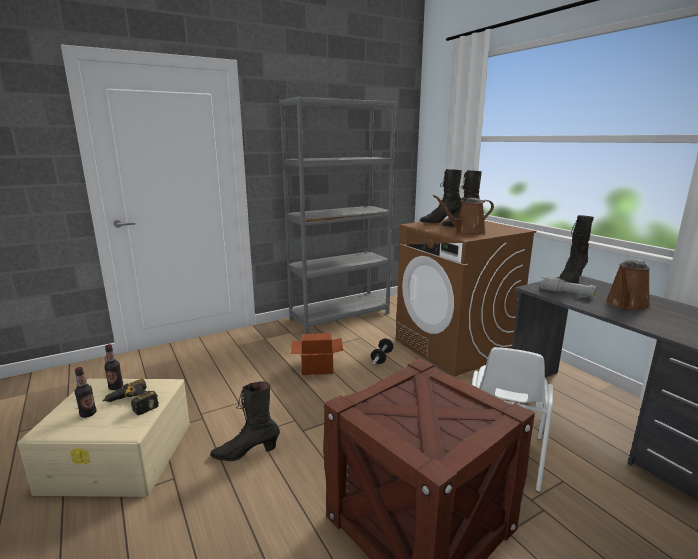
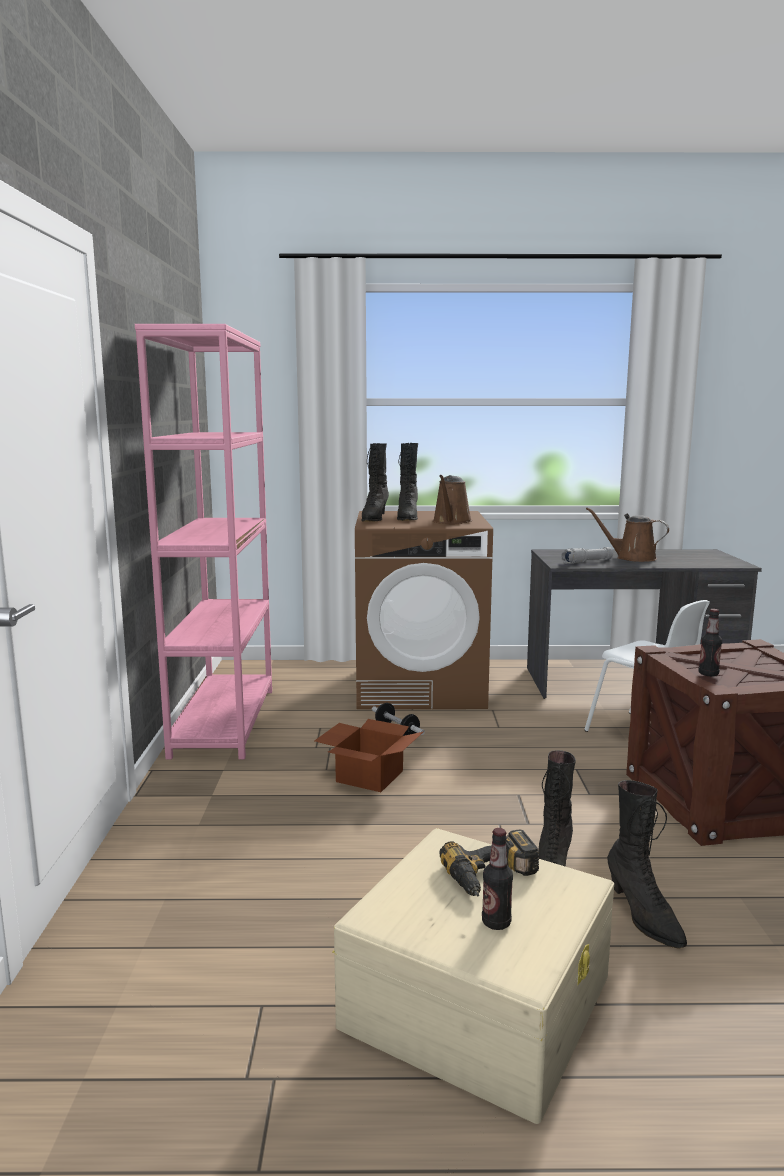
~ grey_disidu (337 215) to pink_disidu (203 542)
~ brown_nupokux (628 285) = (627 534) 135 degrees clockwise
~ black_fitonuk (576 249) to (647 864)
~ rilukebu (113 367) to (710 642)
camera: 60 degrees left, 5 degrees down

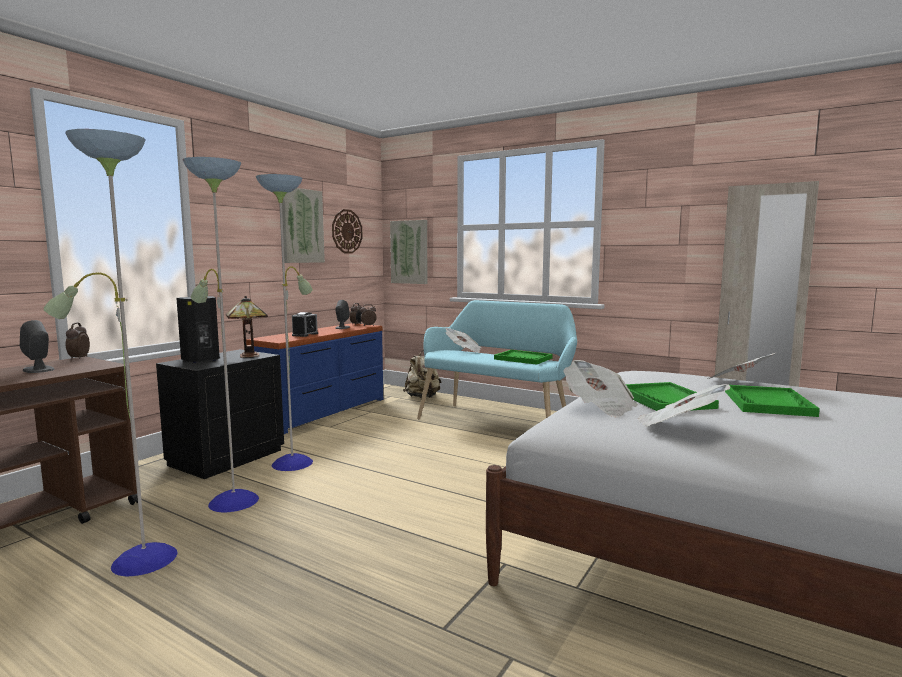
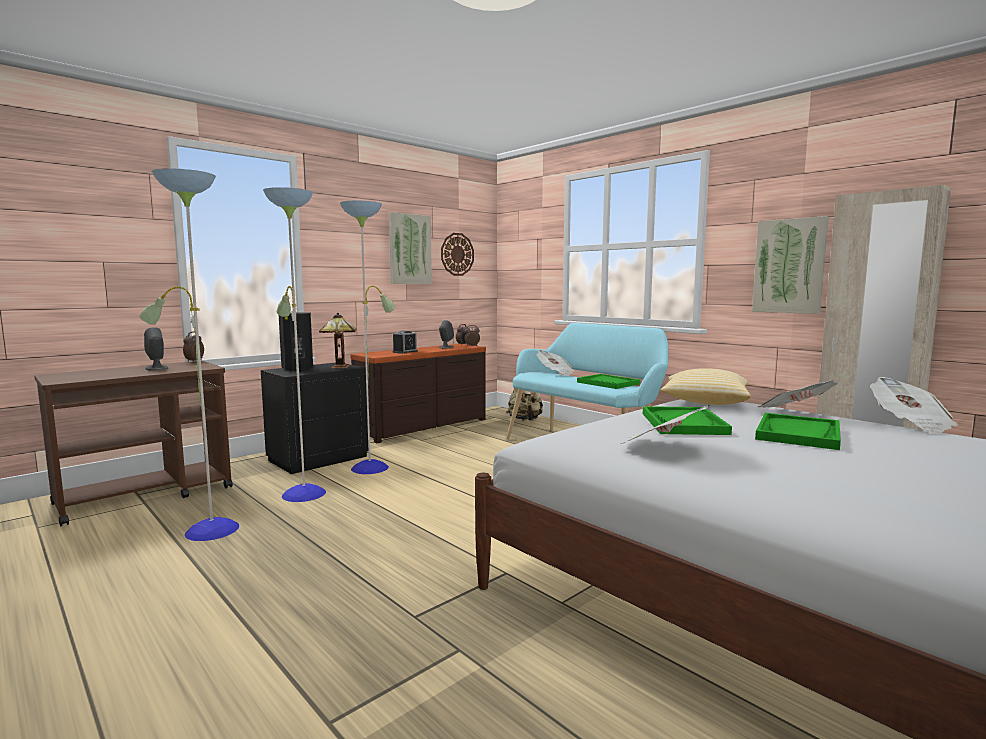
~ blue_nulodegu (314 378) to brown_nulodegu (418 393)
+ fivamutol (705 386)
~ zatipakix (409 252) to (790 265)
~ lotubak (600 388) to (914 405)
camera: 15 degrees right, 0 degrees up

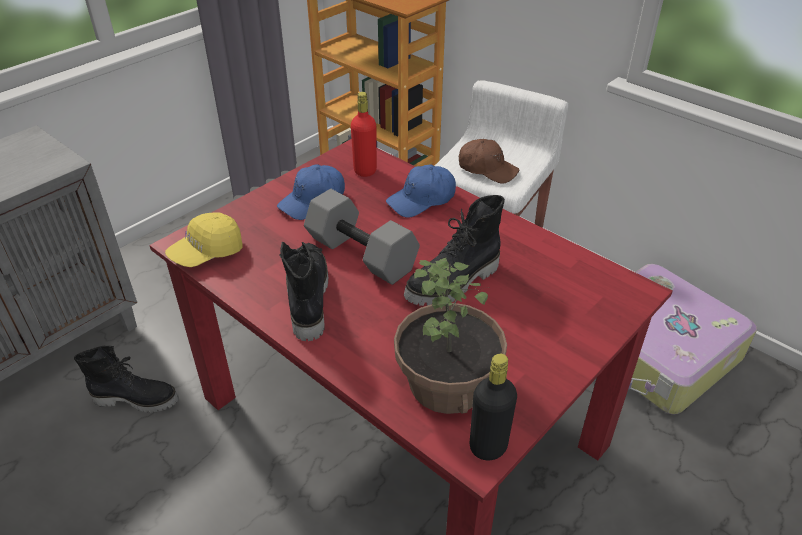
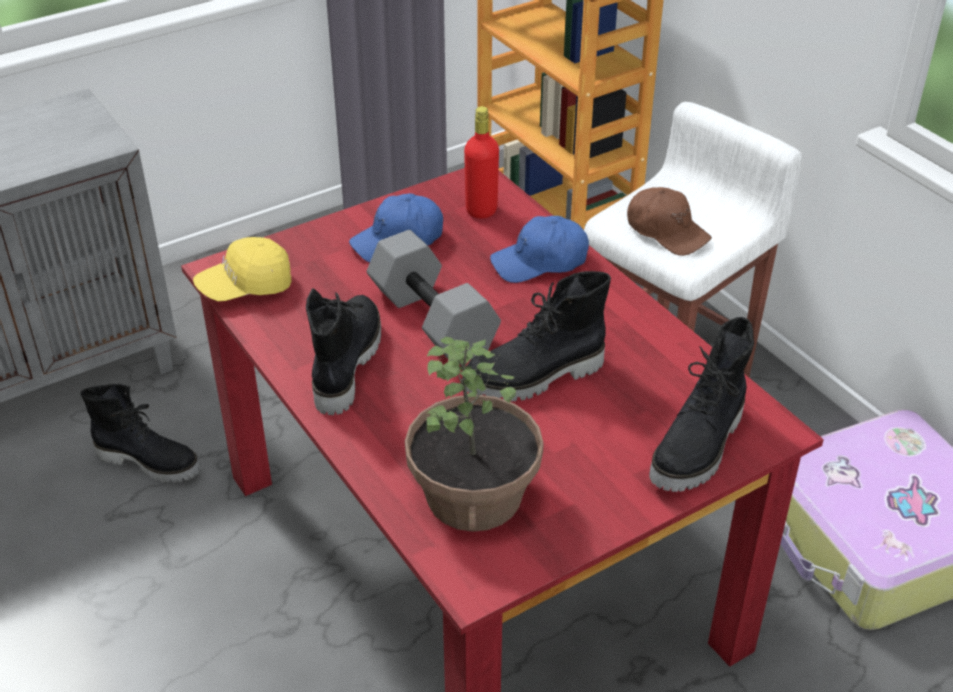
+ black_fitonuk (701 404)
- black_rilukebu (493 407)
camera: 15 degrees right, 0 degrees up

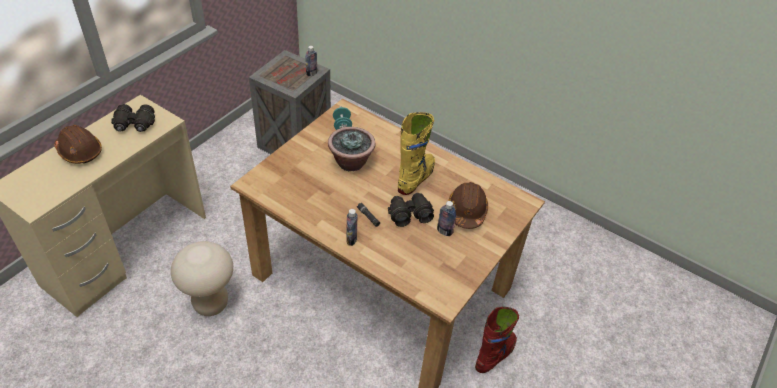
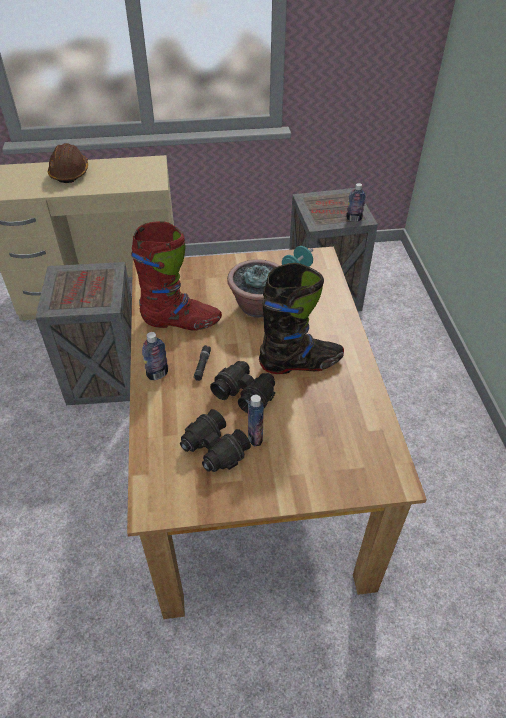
~ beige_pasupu (202 278) to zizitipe (83 333)
~ red_fitonuk (497 340) to (176 276)
~ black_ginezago (133 118) to (215 440)
~ yellow_fitonuk (416 153) to black_fitonuk (301 318)
- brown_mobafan (468 205)
camera: 50 degrees right, 0 degrees up

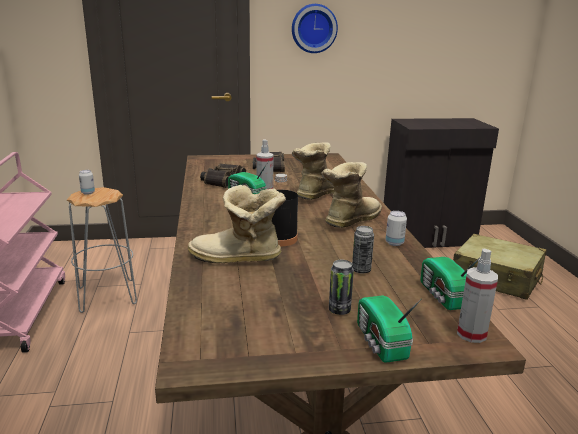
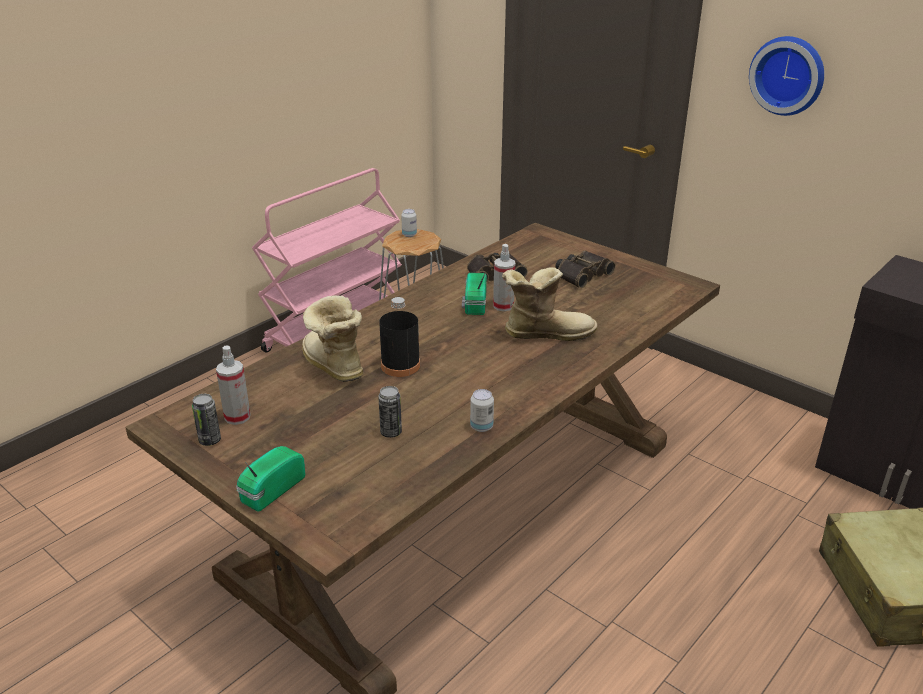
~ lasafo (341 287) to (206 420)
~ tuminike (477 296) to (233 385)
- fitonuk (351 195)
- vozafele (450 283)
camera: 50 degrees right, 10 degrees up

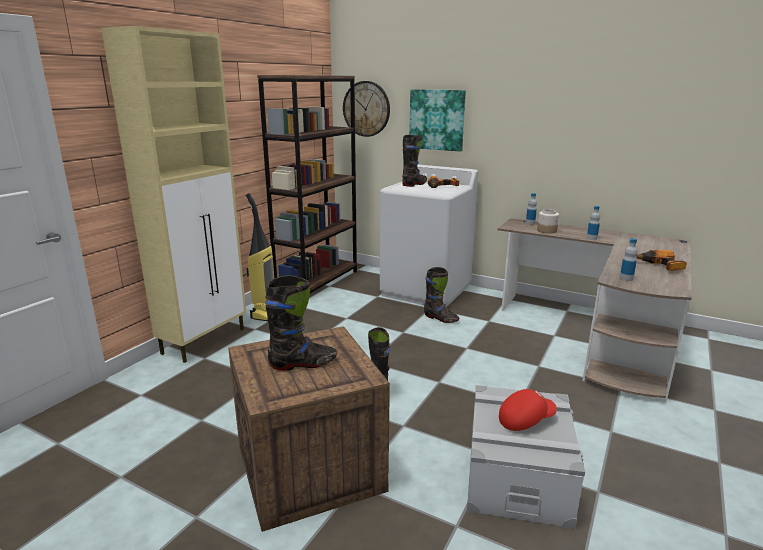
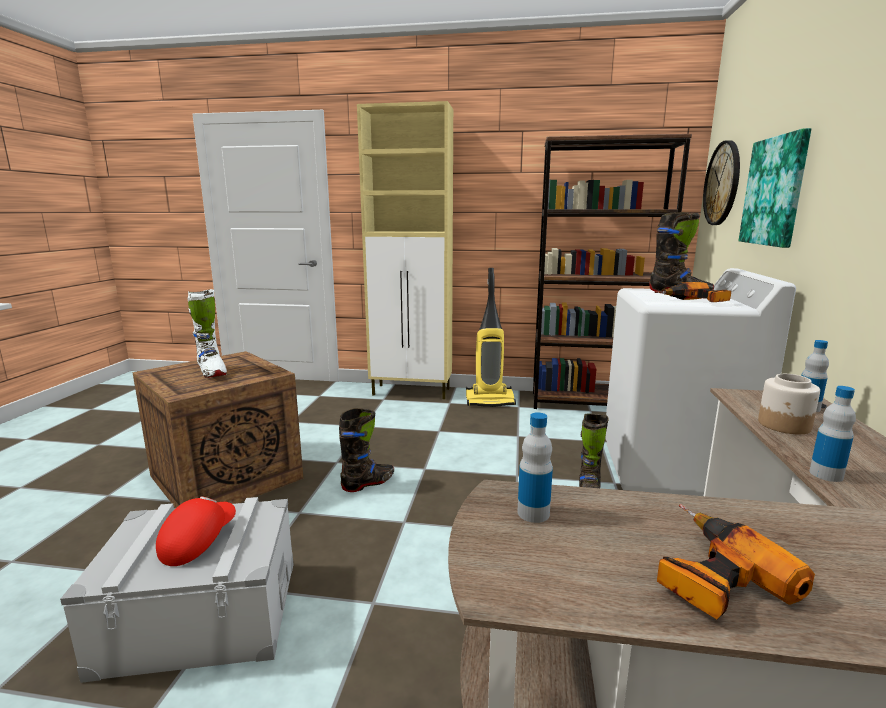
~ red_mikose (528 410) = (196 531) 120 degrees counterclockwise
~ black_fitonuk (301 323) to white_fitonuk (207 333)
camera: 70 degrees right, 5 degrees down

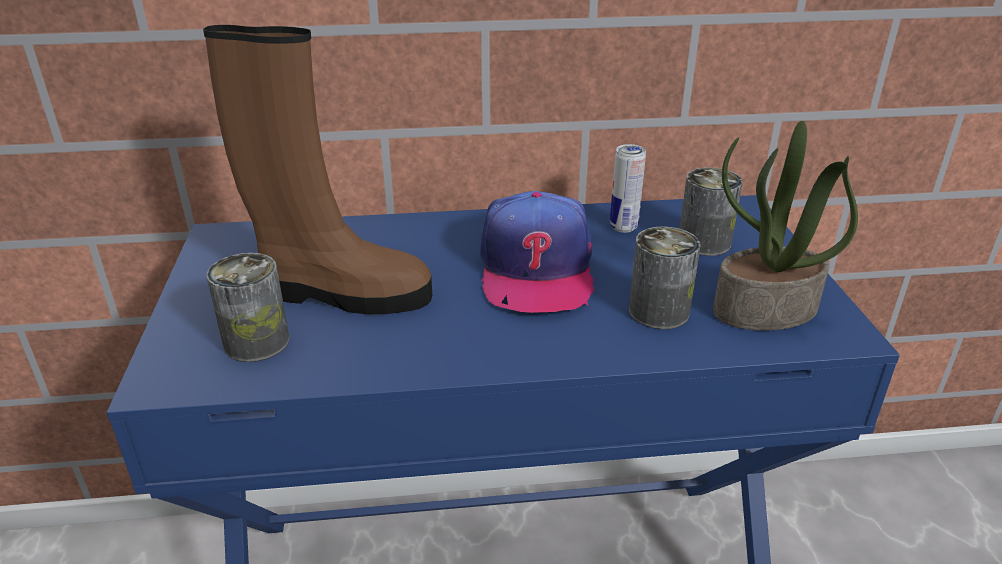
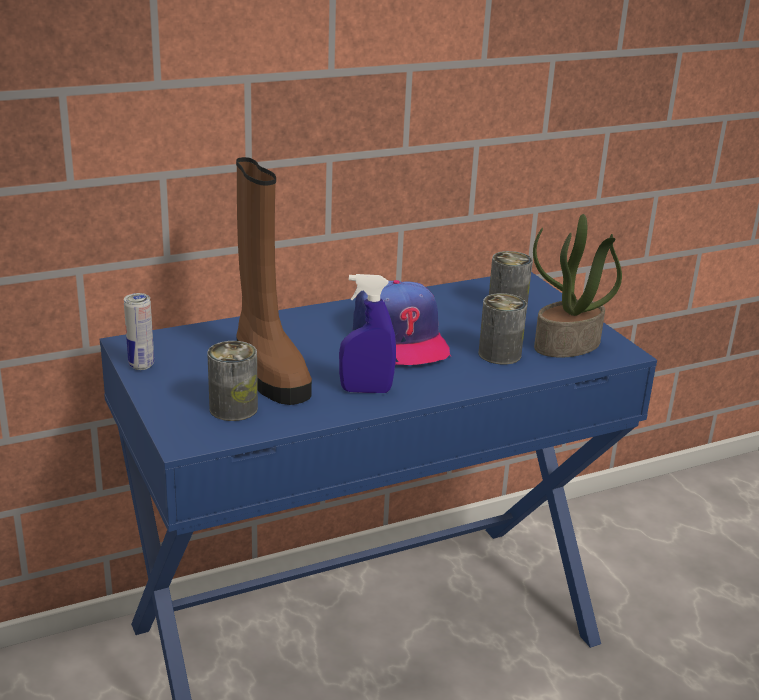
~ lasafo (628 188) to (139 331)
~ brown_fitonuk (317 169) = (274 281) 75 degrees clockwise
+ blue_tuminike (367 333)
camera: 20 degrees left, 5 degrees down

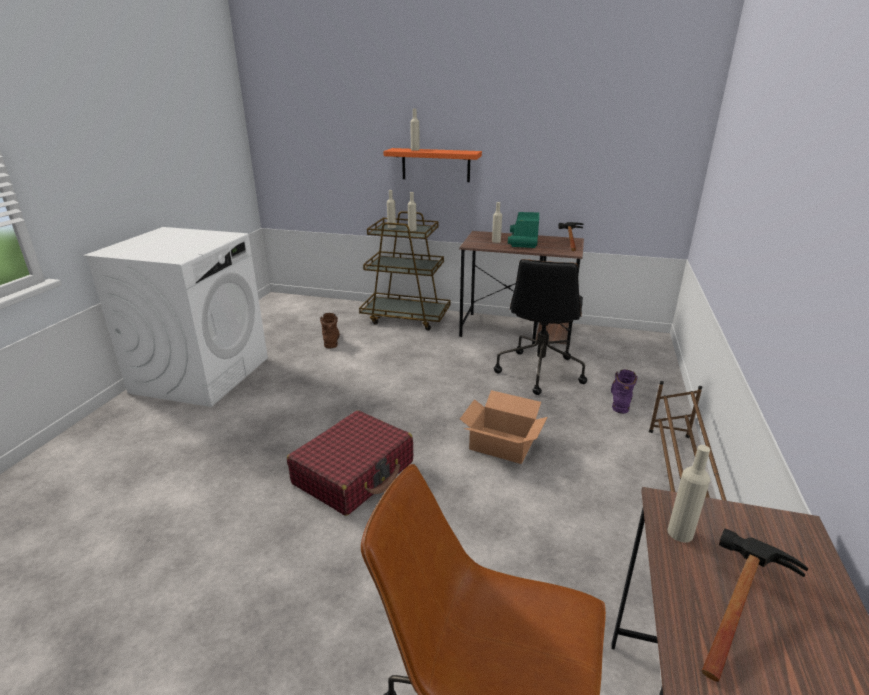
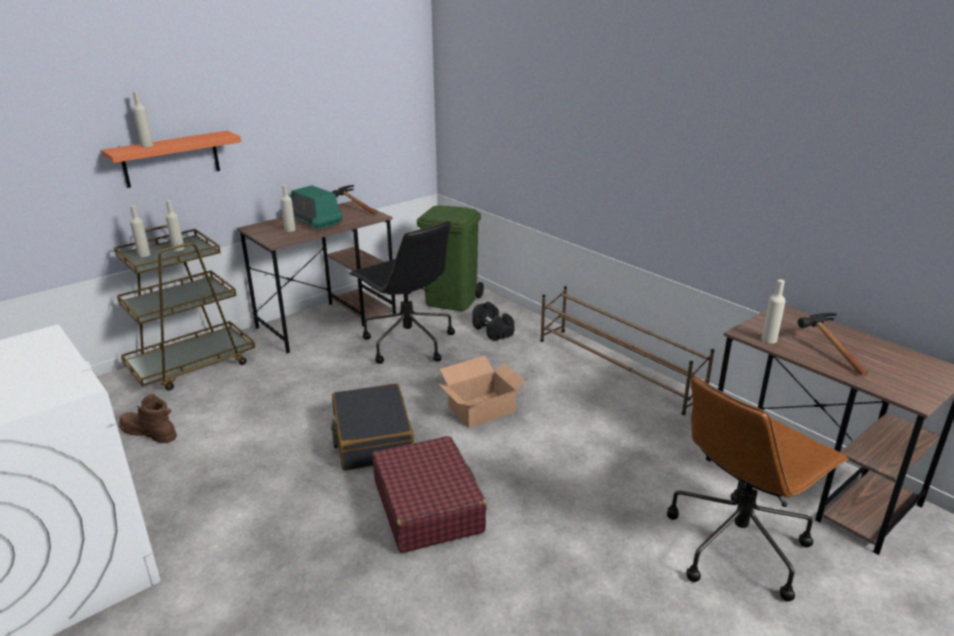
+ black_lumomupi (372 427)
+ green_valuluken (450 258)
~ purple_fitonuk (624 391) to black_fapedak (493 321)
camera: 55 degrees left, 0 degrees up

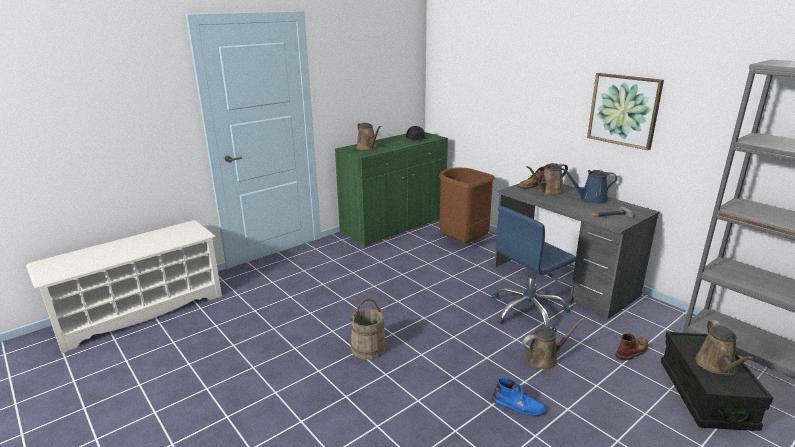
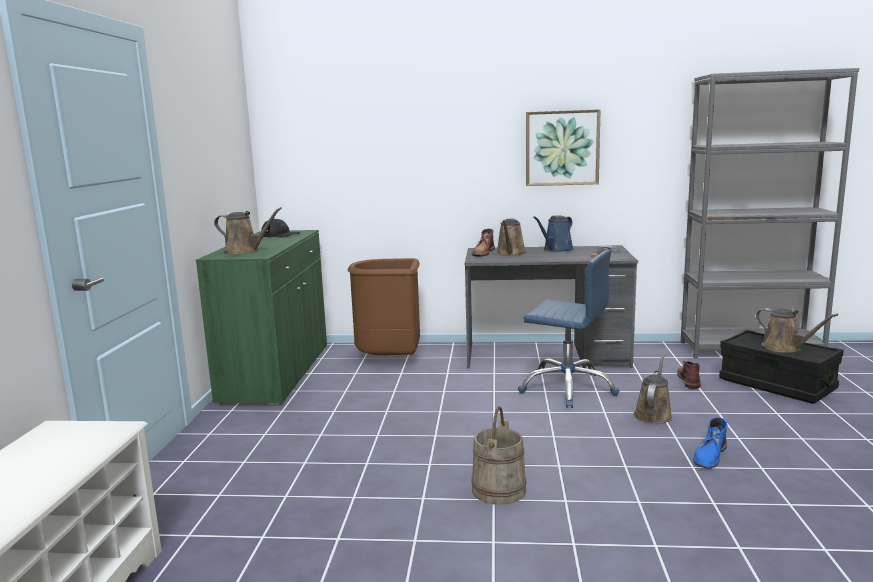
~ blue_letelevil (534 268) = (569 328) 75 degrees counterclockwise
~ blue_fitonuk (519 397) = (710 443) 150 degrees clockwise
camera: 45 degrees left, 10 degrees down

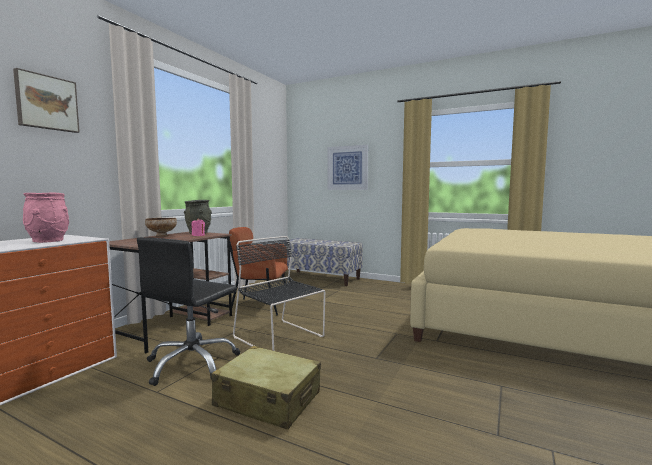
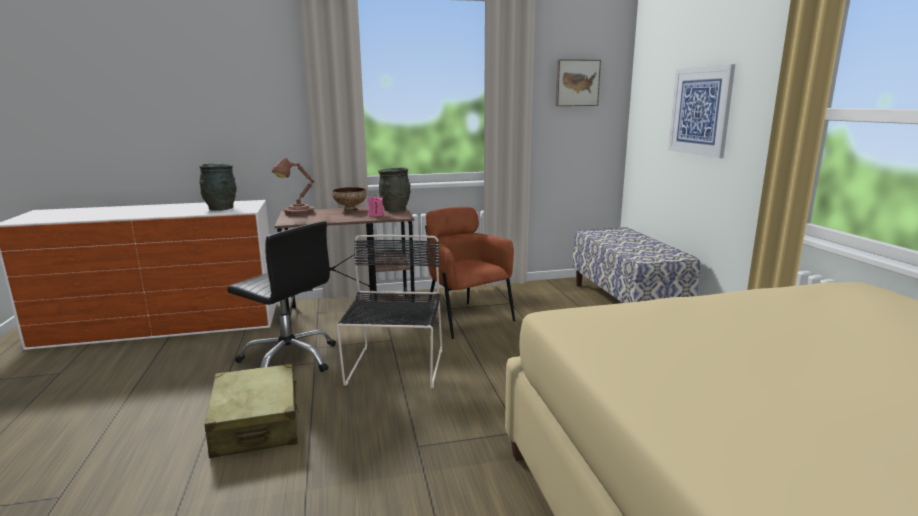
~ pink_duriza (46 218) to grey_duriza (218 187)
~ black_letelevil (188 311) = (281 296) 135 degrees counterclockwise
+ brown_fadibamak (293 187)
~ zatipakix (46 100) to (578 82)
camera: 50 degrees right, 10 degrees up

